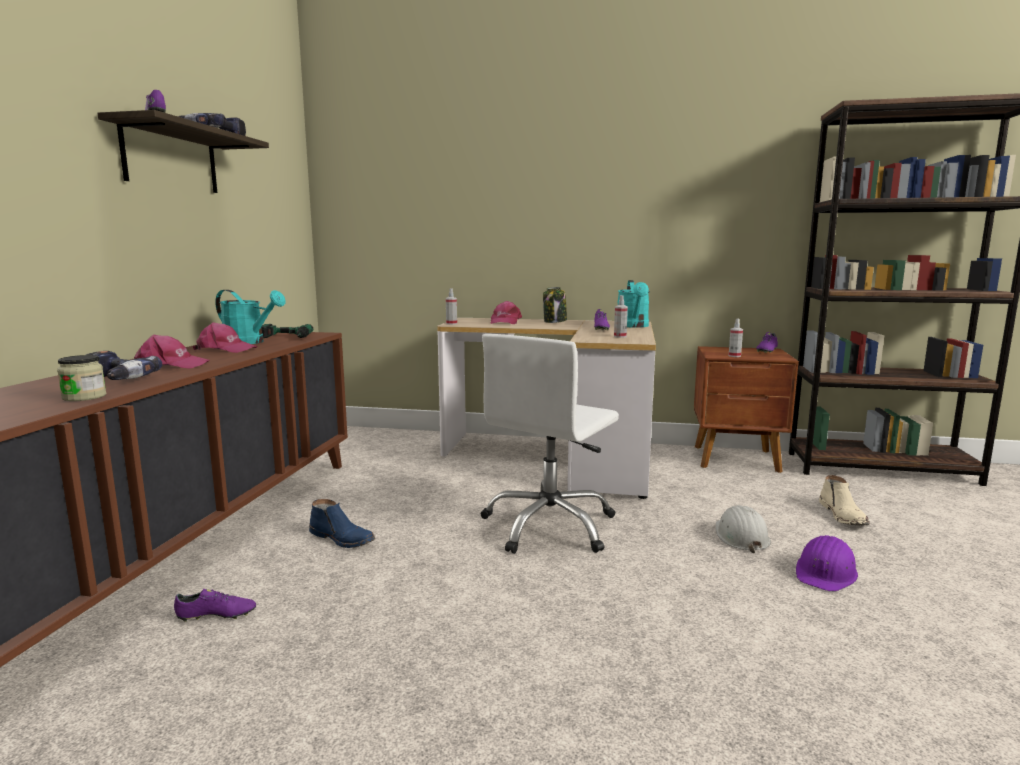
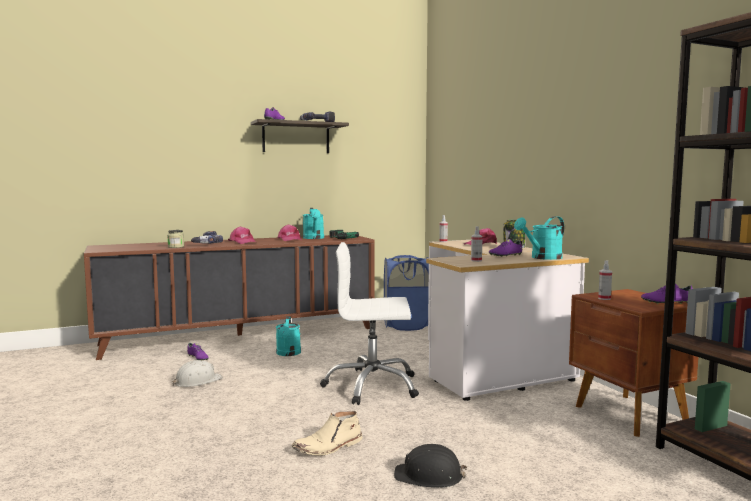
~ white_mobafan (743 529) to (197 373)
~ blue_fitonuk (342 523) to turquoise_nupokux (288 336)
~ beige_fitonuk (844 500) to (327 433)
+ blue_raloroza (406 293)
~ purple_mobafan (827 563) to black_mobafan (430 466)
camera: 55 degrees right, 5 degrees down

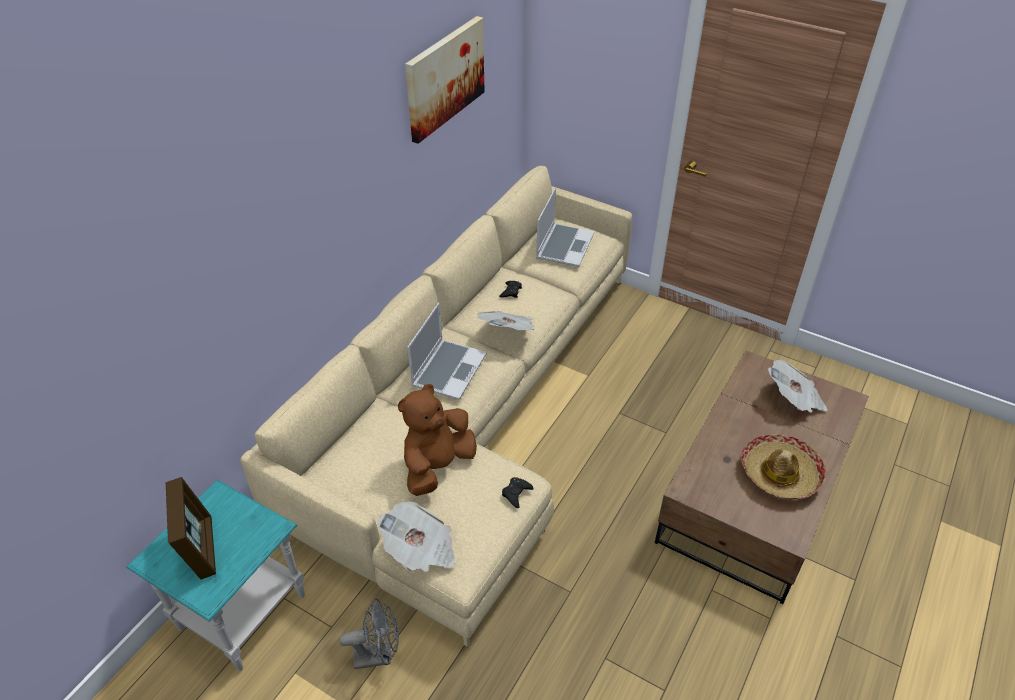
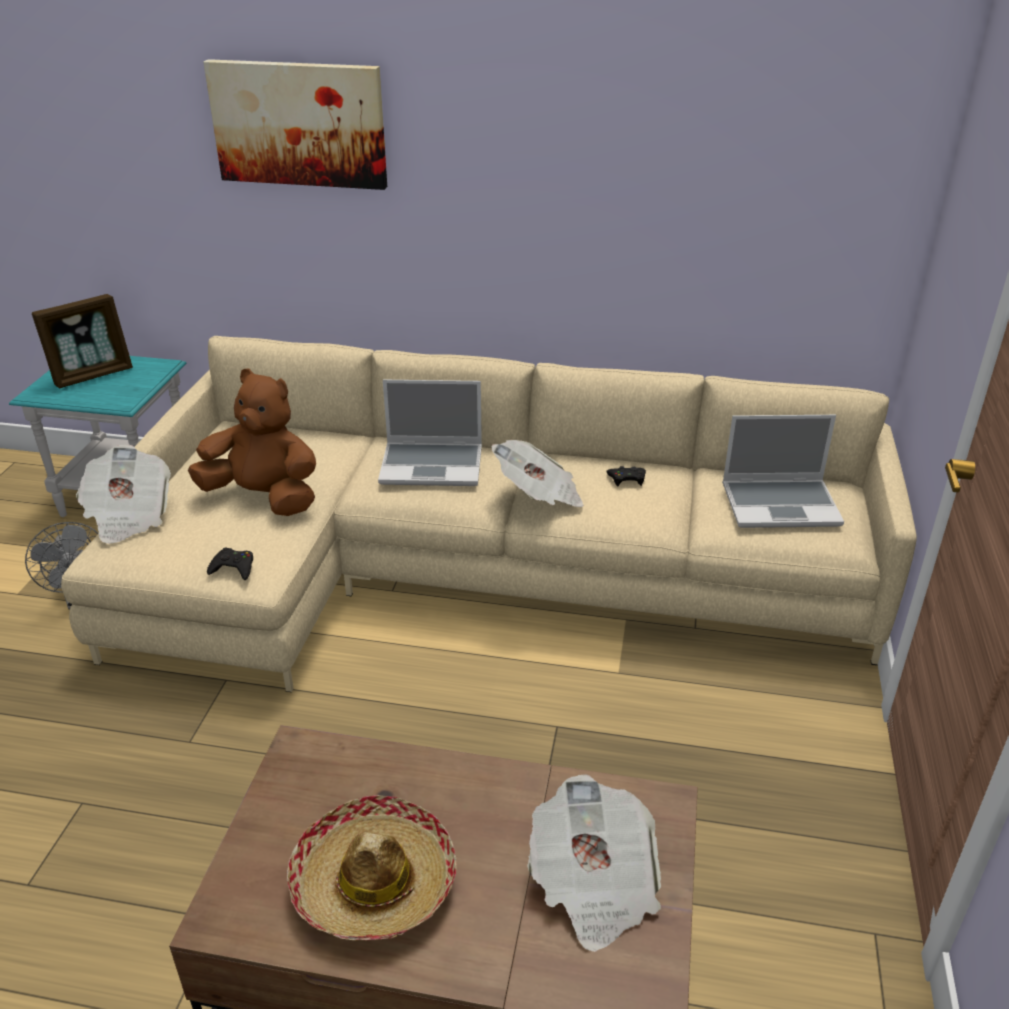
~ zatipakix (445 80) to (295 124)
camera: 70 degrees right, 10 degrees down

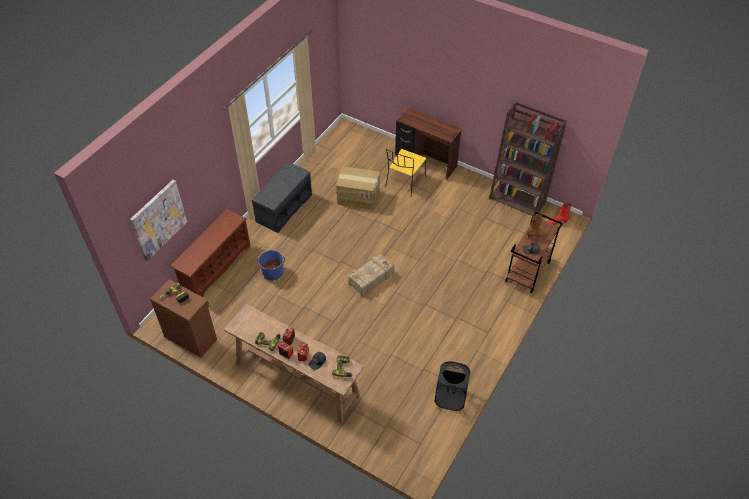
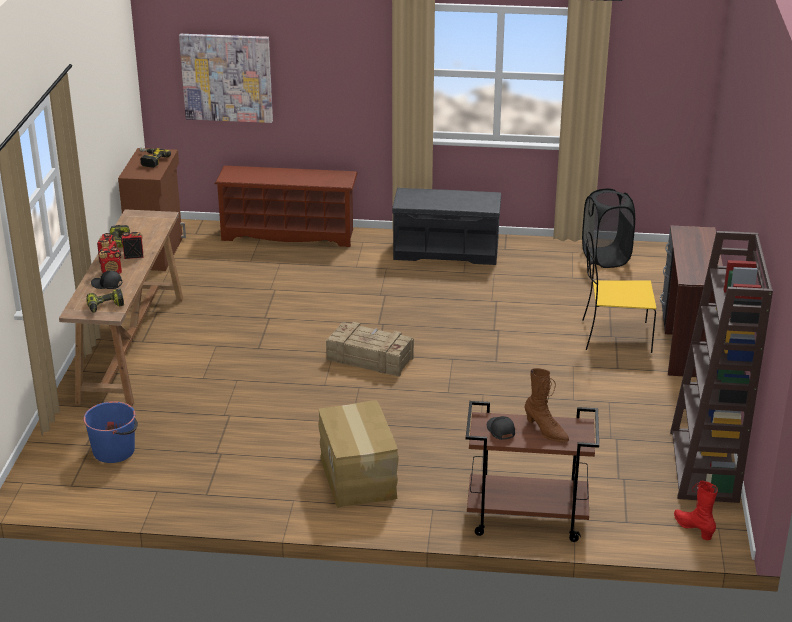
~ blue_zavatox (271 265) to (110 432)
~ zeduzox (358 188) to (358 454)
~ black_raloroza (453 386) to (608 228)
camera: 65 degrees right, 20 degrees down

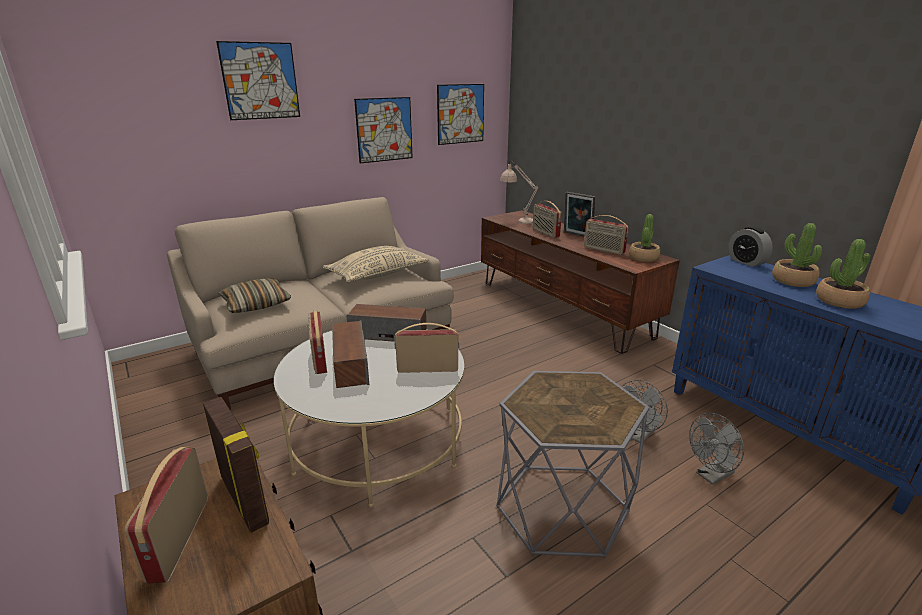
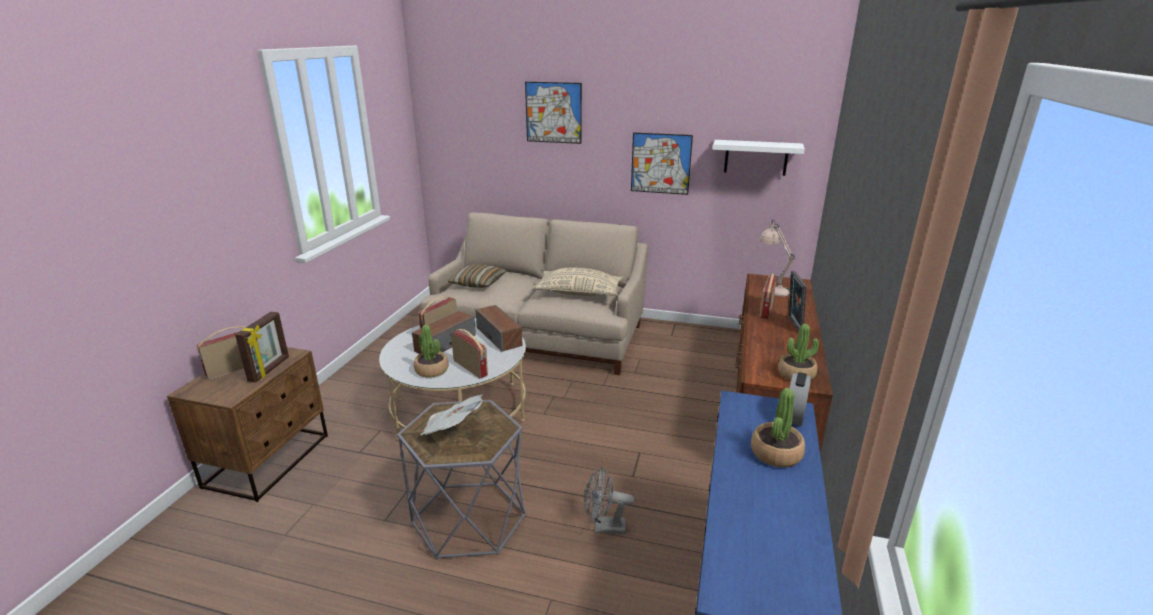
~ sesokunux (843 274) to (431 351)
+ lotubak (452 414)
~ zatipakix (460 114) to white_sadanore (759 158)
- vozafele (606 235)
- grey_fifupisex (716 449)
camera: 50 degrees right, 0 degrees up

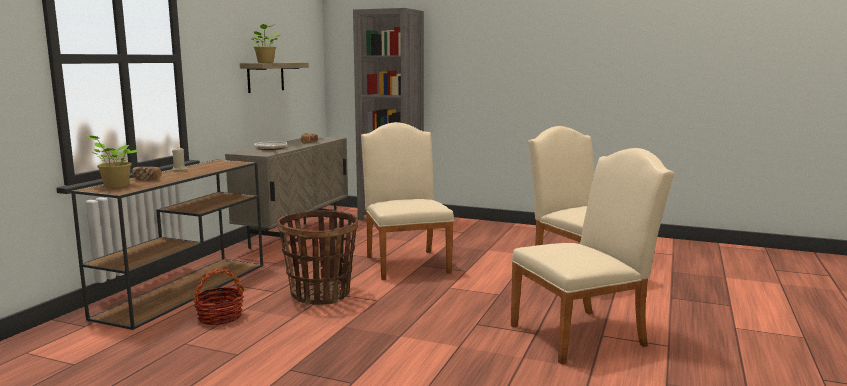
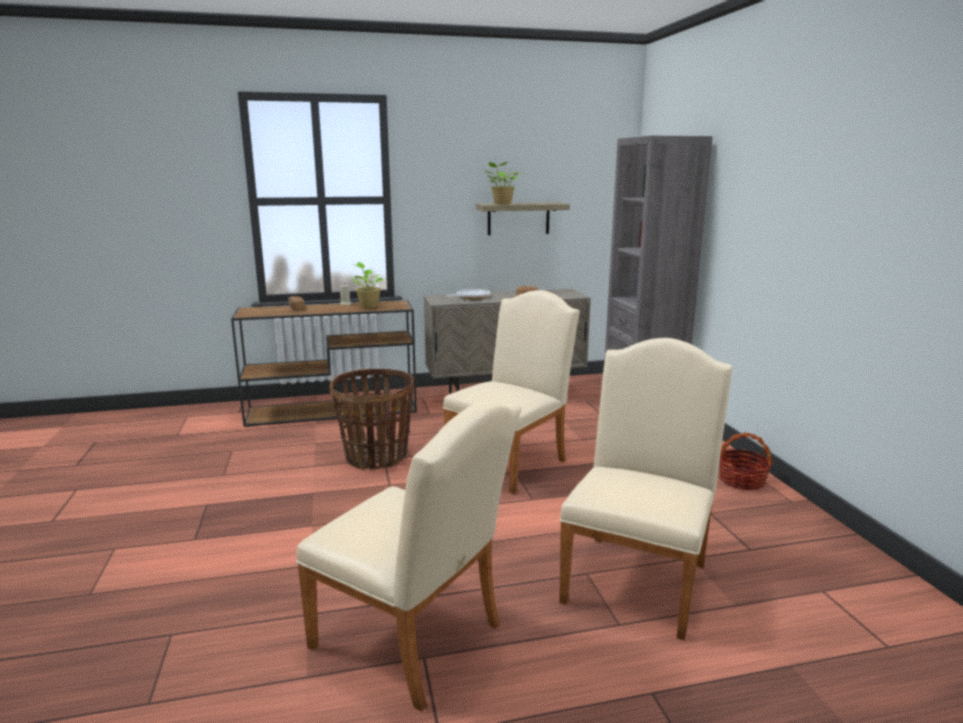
~ sesokunux (111 161) to (366 285)
~ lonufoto (218 297) to (746 461)
camera: 55 degrees right, 5 degrees up

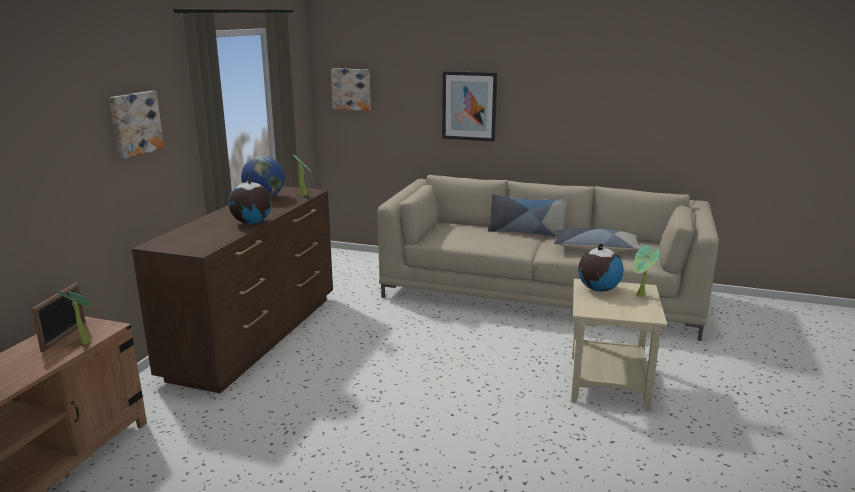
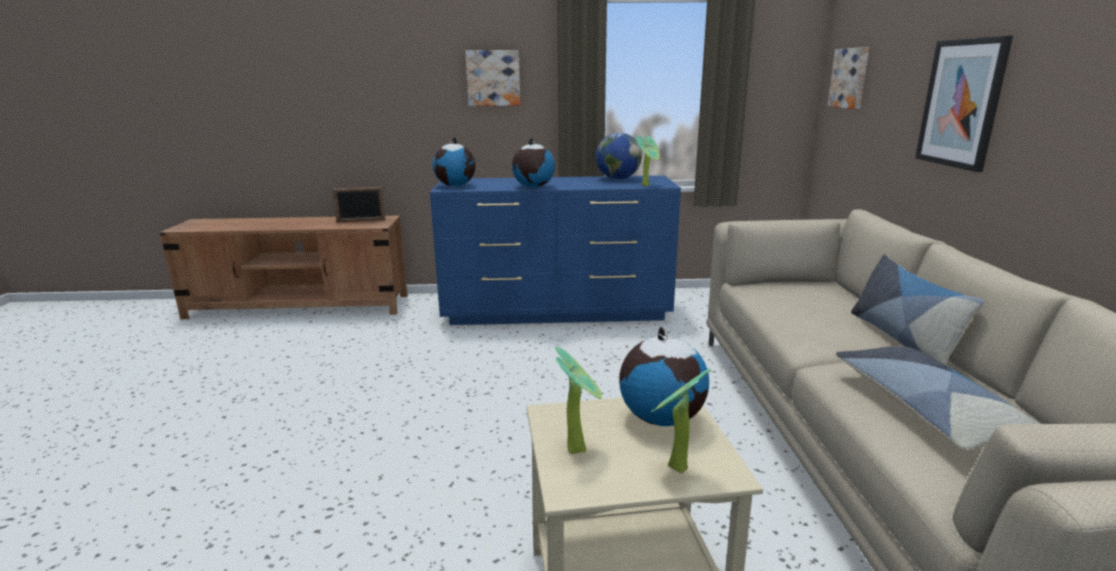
~ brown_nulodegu (232 289) to blue_nulodegu (555 250)
+ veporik (454 162)
~ sesokunux (75 317) to (578 400)
camera: 70 degrees right, 0 degrees up

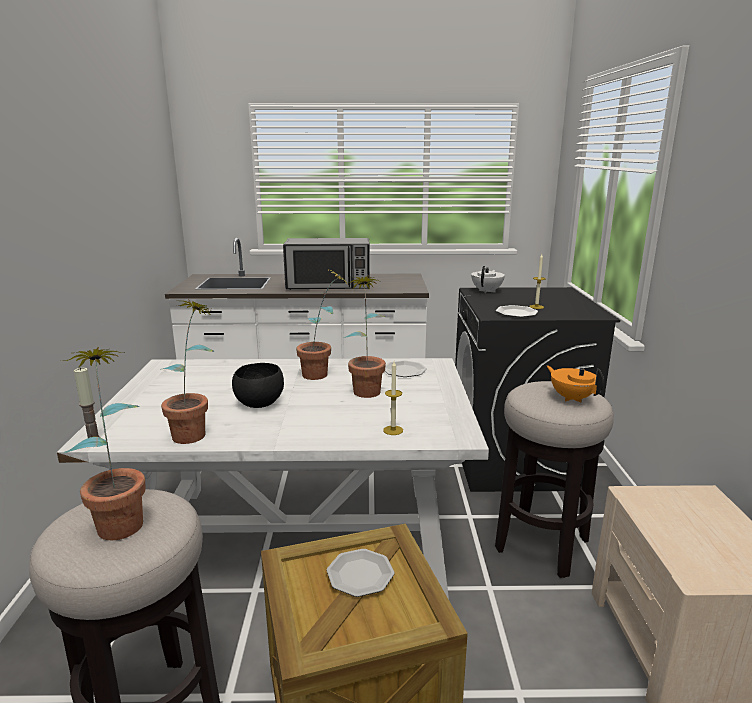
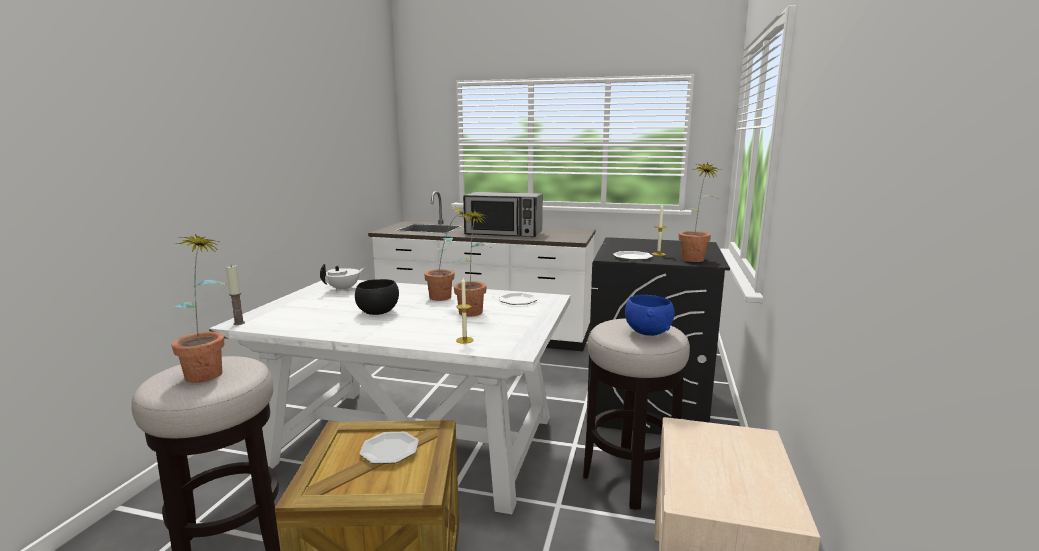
~ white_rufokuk (488 279) to (342 277)
~ orange_rufokuk (575 384) to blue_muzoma (650 315)
~ sesokunux (187 372) to (700 212)
camera: 15 degrees right, 5 degrees down

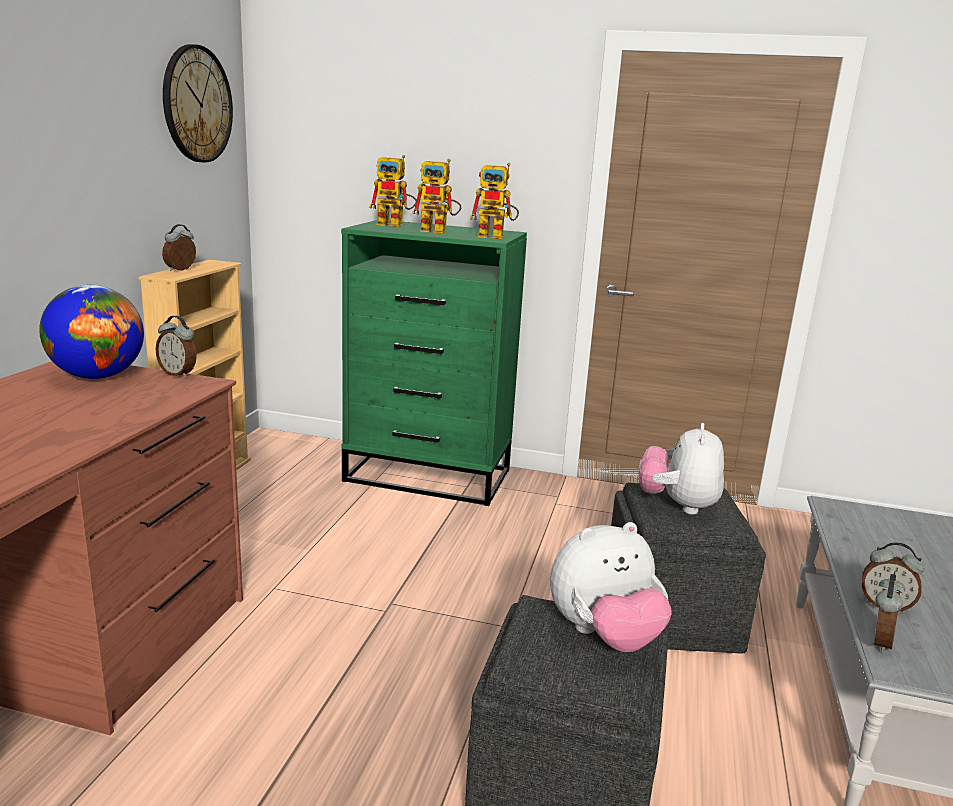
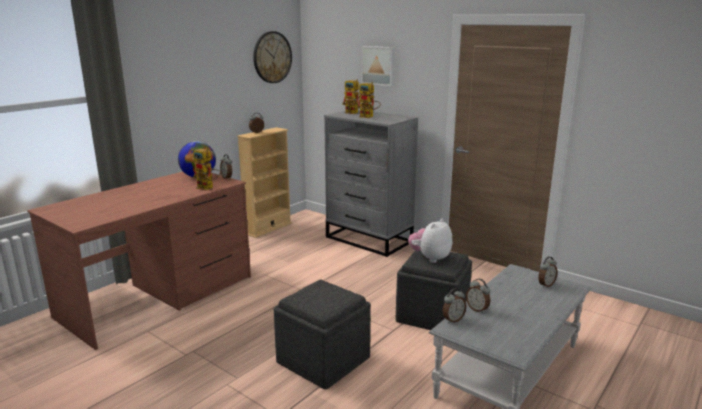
~ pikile (494 201) to (207 169)
~ green_nulodegu (434 363) to grey_nulodegu (371 183)
+ zatipakix (378 66)
+ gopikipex (548 272)
- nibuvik (611 587)
camera: 25 degrees right, 0 degrees up

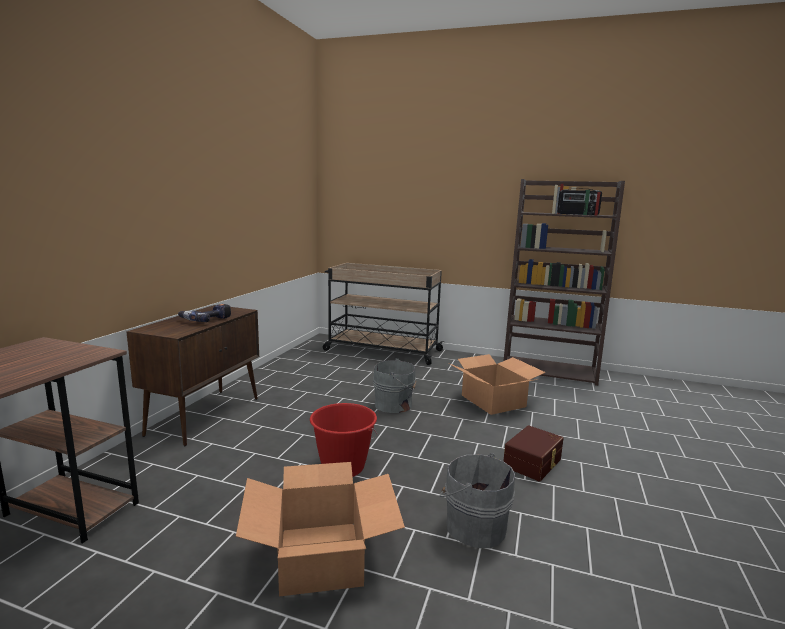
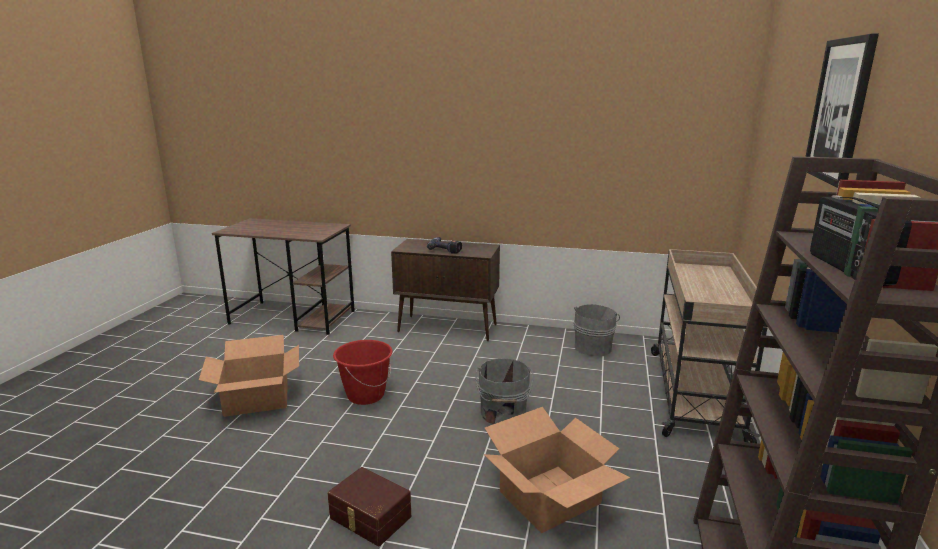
~ grey_zavatox (477 500) to (597 330)
+ zatipakix (842 111)
camera: 85 degrees right, 5 degrees up

